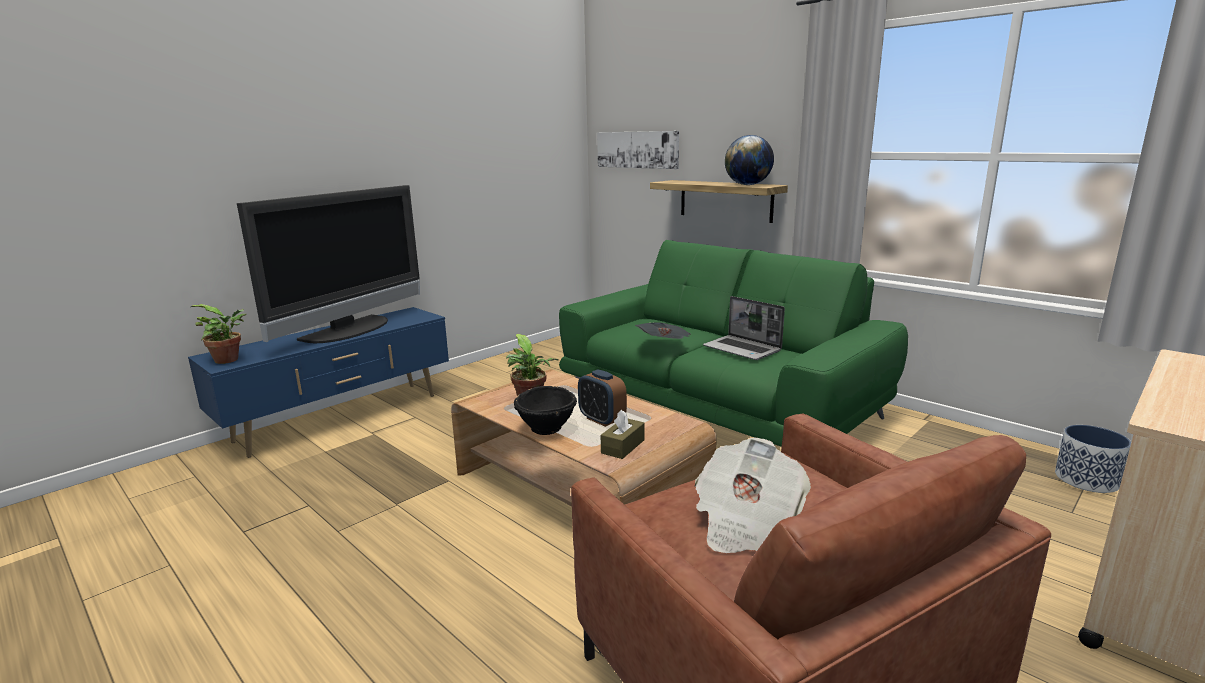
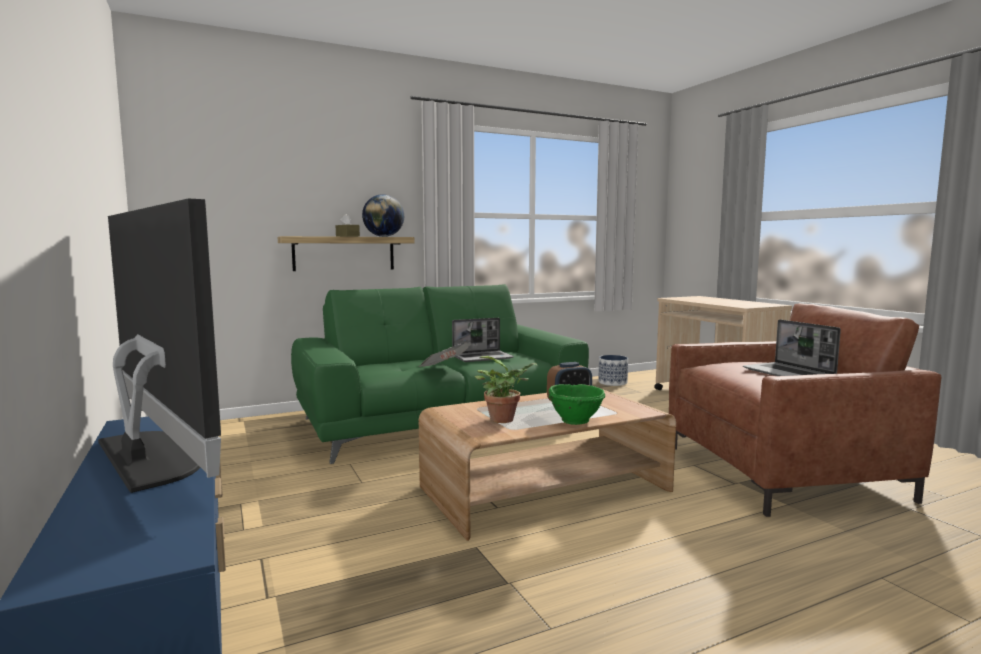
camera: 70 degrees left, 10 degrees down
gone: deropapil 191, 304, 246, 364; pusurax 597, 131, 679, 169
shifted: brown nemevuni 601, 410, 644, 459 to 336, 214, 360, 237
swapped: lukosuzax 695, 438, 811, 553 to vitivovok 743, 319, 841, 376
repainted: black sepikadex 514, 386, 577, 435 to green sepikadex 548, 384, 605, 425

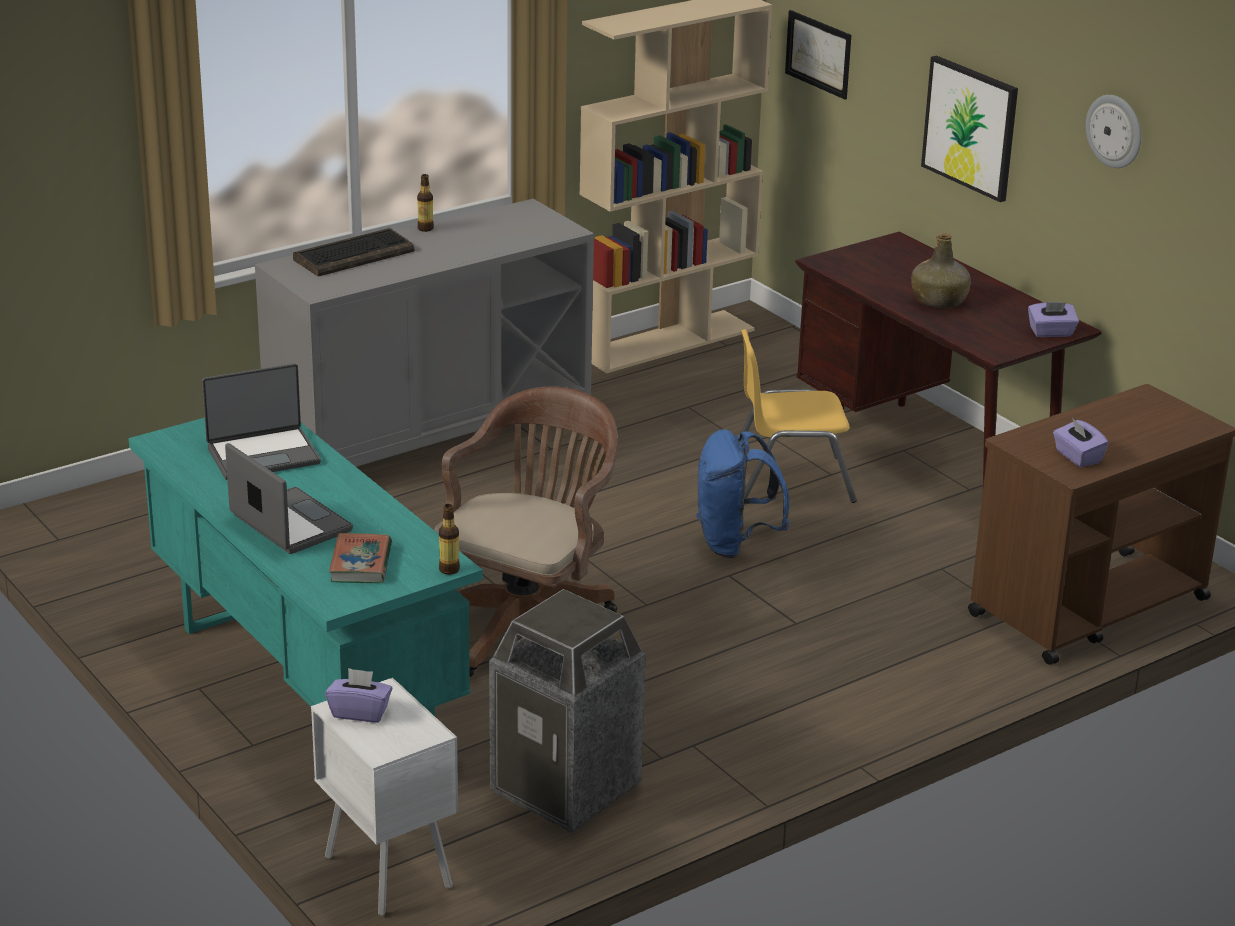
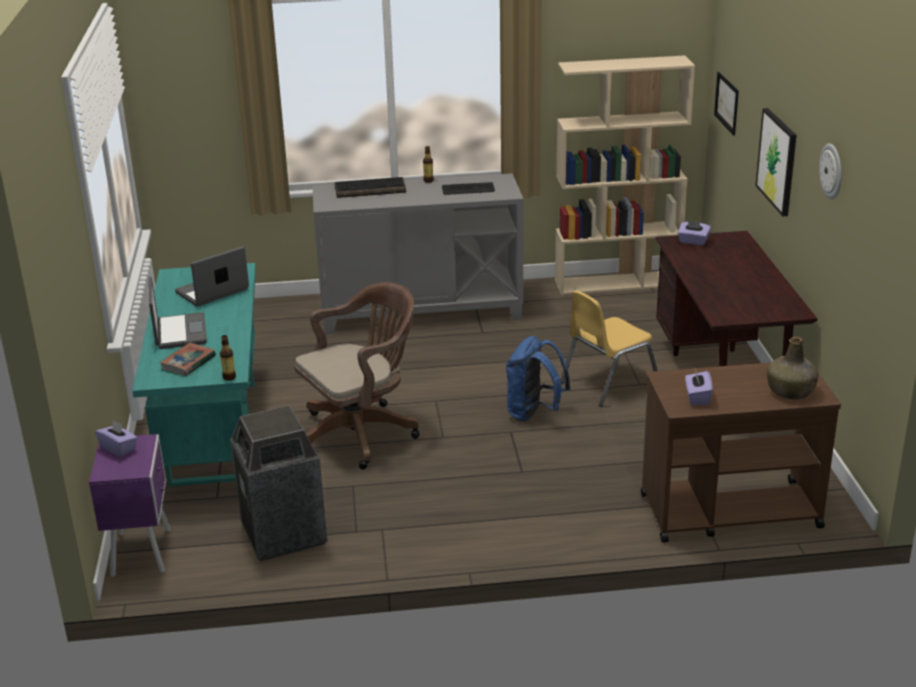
camera: 30 degrees right, 0 degrees up
new: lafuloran 442, 182, 495, 195
shifted: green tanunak 911, 233, 971, 308 to 767, 337, 818, 400; purple nemevuni 1028, 302, 1079, 337 to 678, 221, 711, 245
repainted: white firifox 311, 678, 458, 916 to purple firifox 89, 434, 171, 577
rotated: vitivovok 202, 363, 321, 480 = 175, 246, 249, 307 135 degrees clockwise; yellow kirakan 741, 329, 857, 503 = 561, 290, 658, 407 60 degrees counterclockwise

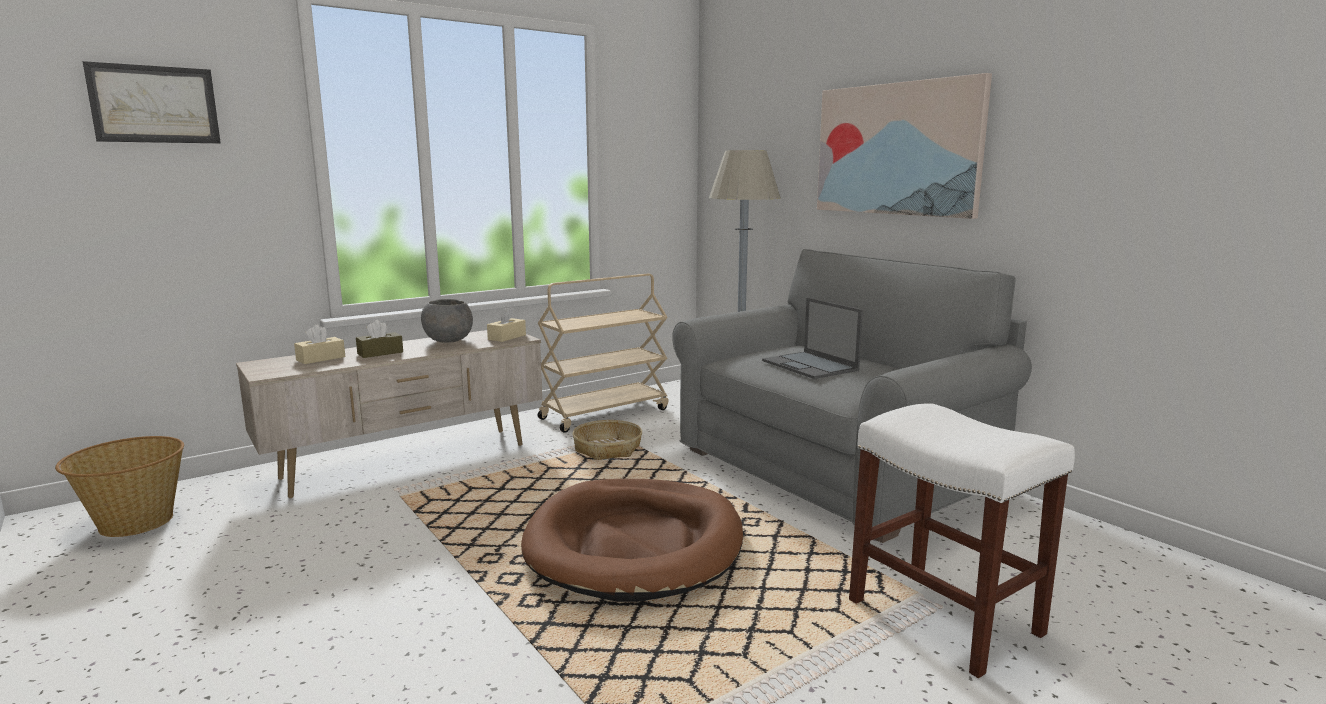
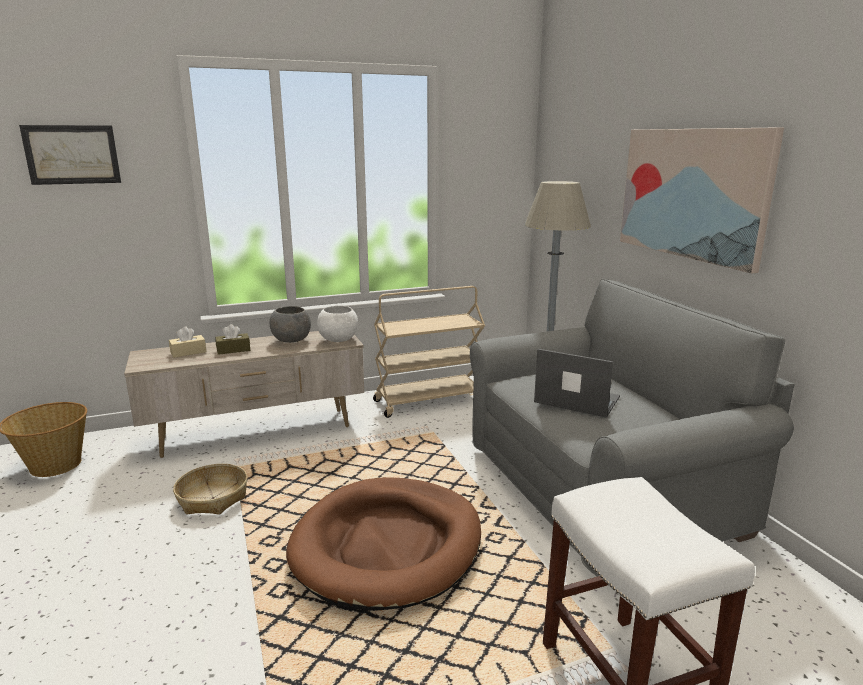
camera: 15 degrees right, 5 degrees up
shifted: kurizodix 572, 420, 642, 460 to 173, 464, 247, 515
swapped: beige nemevuni 487, 307, 526, 342 to white sepikadex 317, 305, 358, 342
rotated: vitivovok 762, 298, 863, 379 = 534, 349, 620, 418 135 degrees clockwise

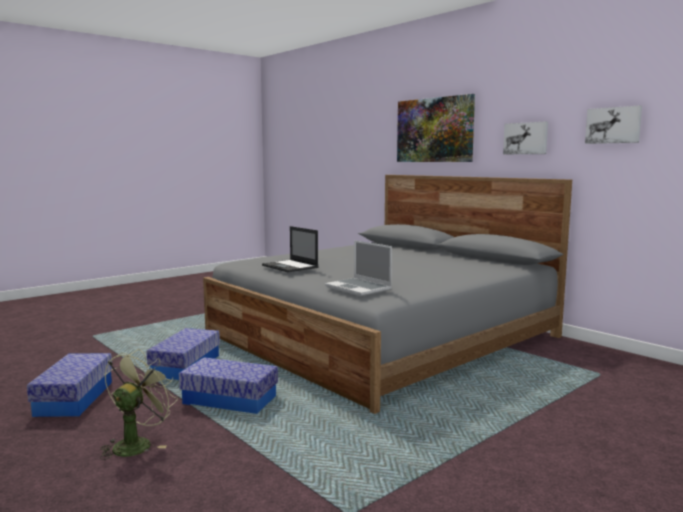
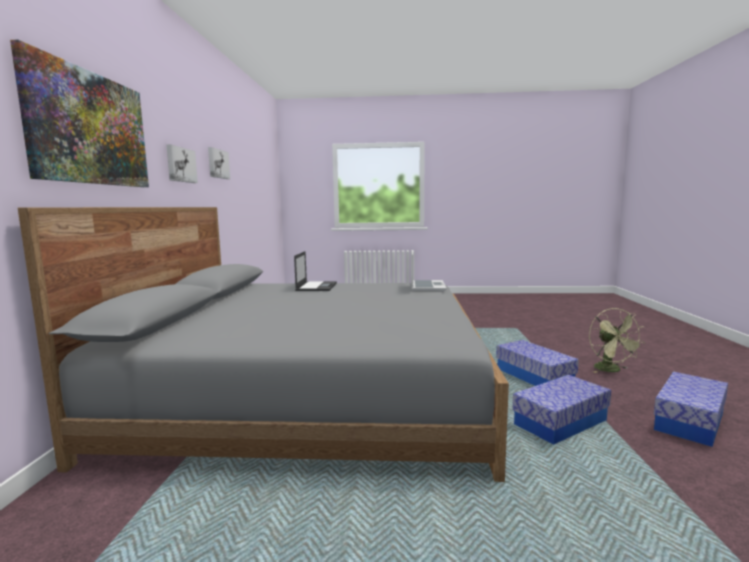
camera: 135 degrees left, 0 degrees up
shifted: vitivovok 262, 226, 319, 273 to 294, 251, 337, 291
rotated: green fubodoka 100, 349, 178, 460 = 589, 308, 645, 373 75 degrees counterclockwise

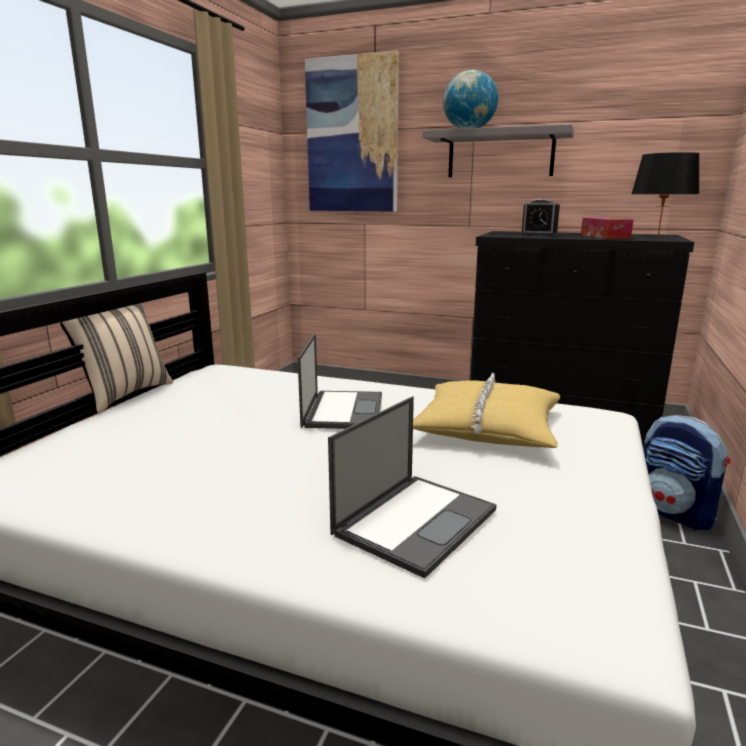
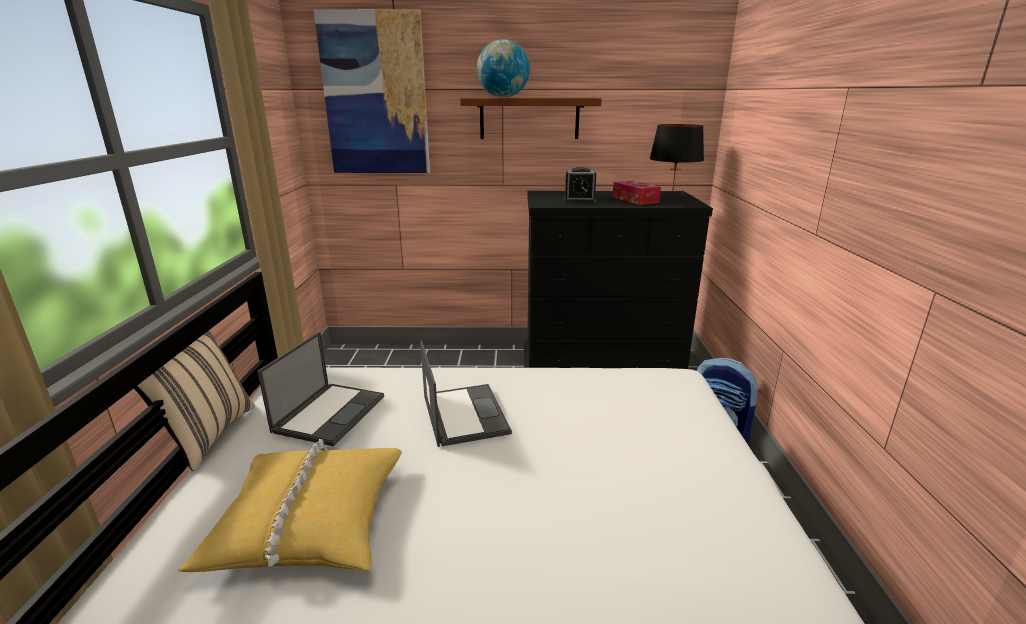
camera: 20 degrees left, 5 degrees up
shifted: vitivovok 328, 396, 497, 579 to 257, 331, 384, 447; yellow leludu 413, 373, 560, 448 to 179, 439, 402, 572
repainted: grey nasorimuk 422, 124, 574, 177 to brown nasorimuk 460, 98, 602, 139

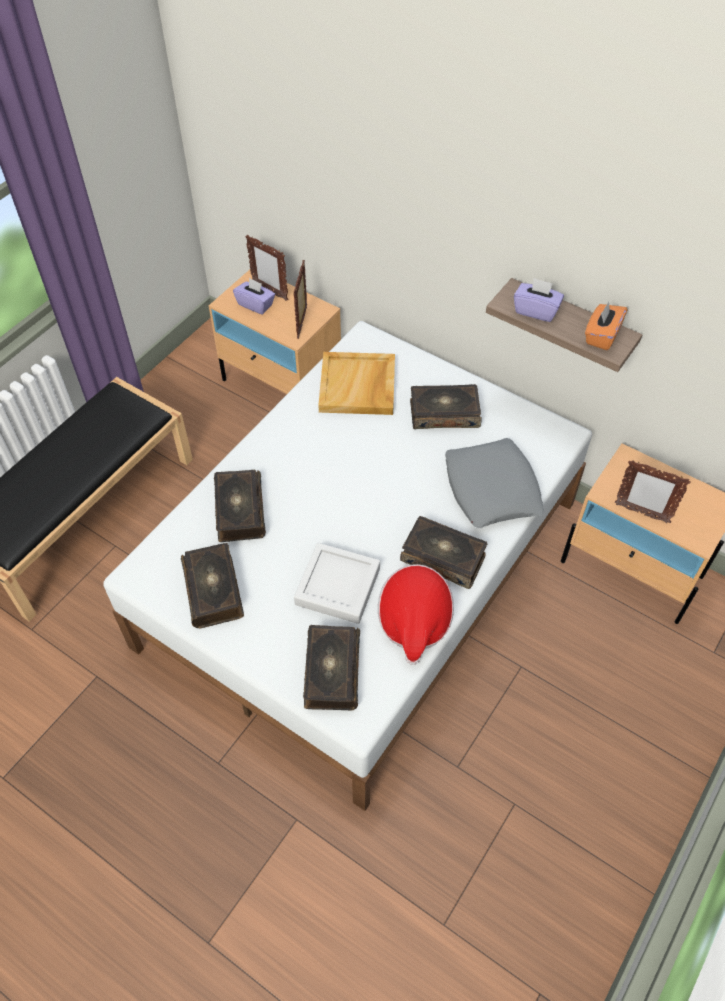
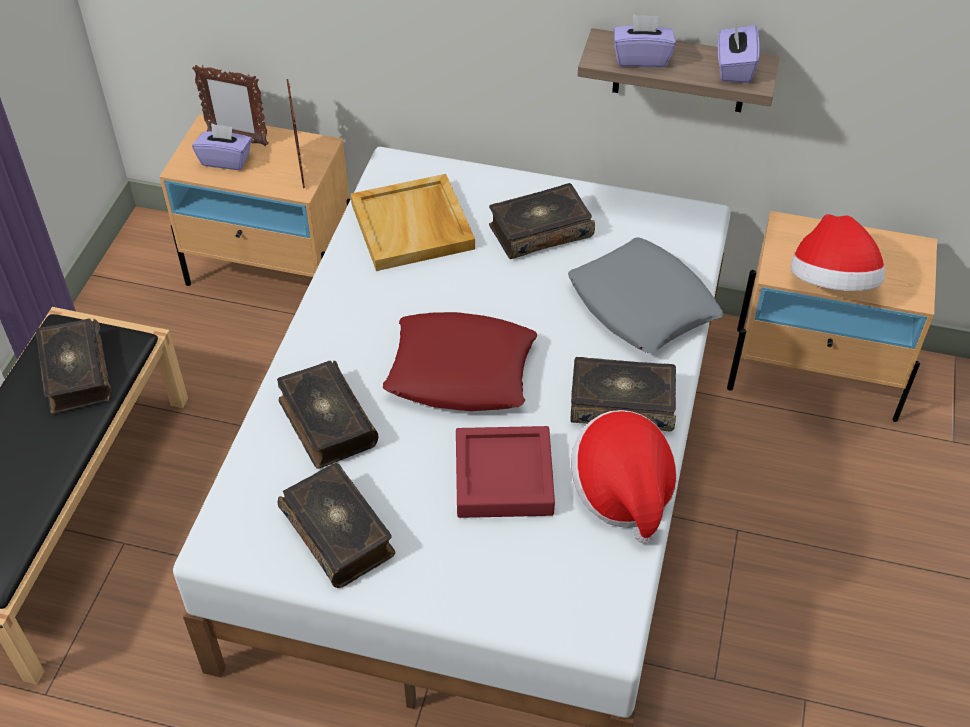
camera: 20 degrees left, 5 degrees down
new: red leludu 383, 312, 537, 411
shifted: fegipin 303, 625, 360, 710 to 36, 319, 112, 414
swapped: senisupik 615, 460, 691, 523 to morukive 791, 214, 885, 291
repainted: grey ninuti 294, 543, 380, 624 to red ninuti 456, 426, 555, 518; orange nemevuni 585, 302, 627, 350 to purple nemevuni 718, 23, 760, 83

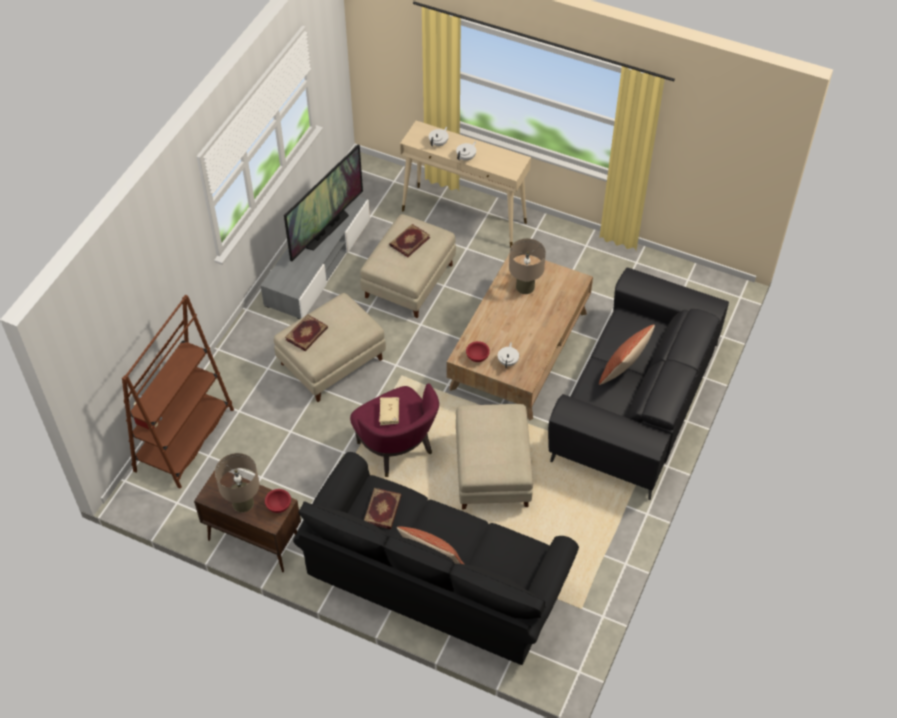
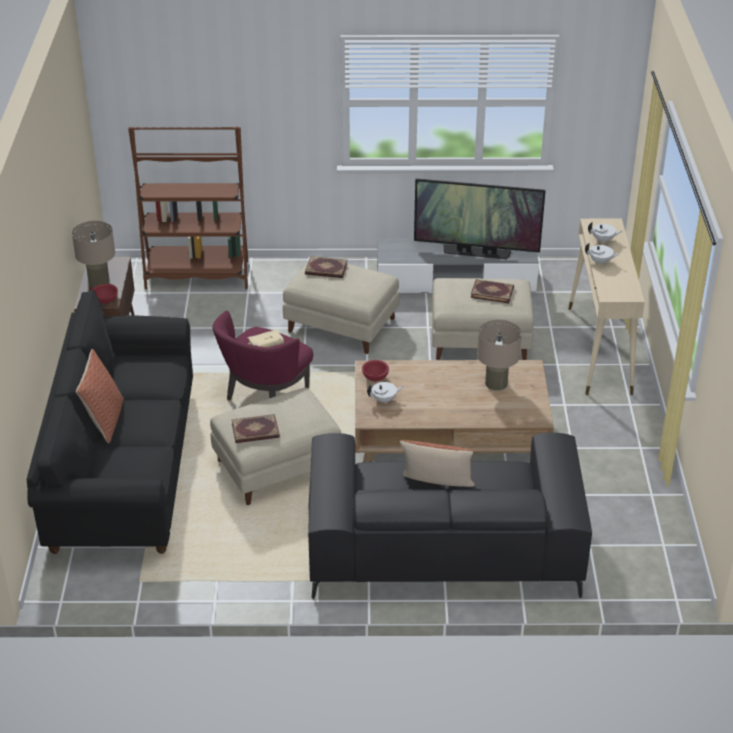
camera: 65 degrees right, 15 degrees down
shifted: fegipin 364, 488, 402, 529 to 232, 414, 280, 443

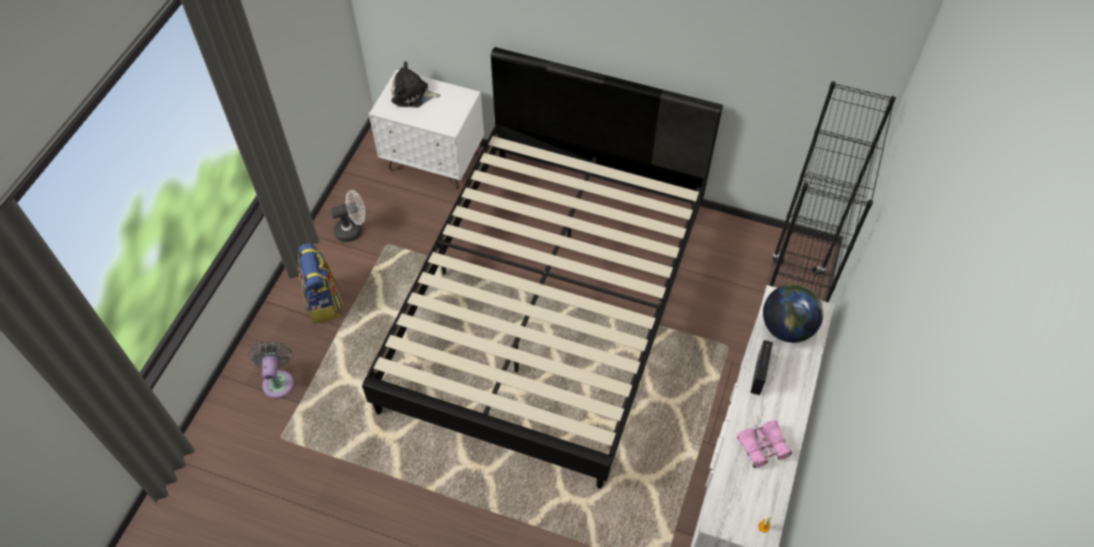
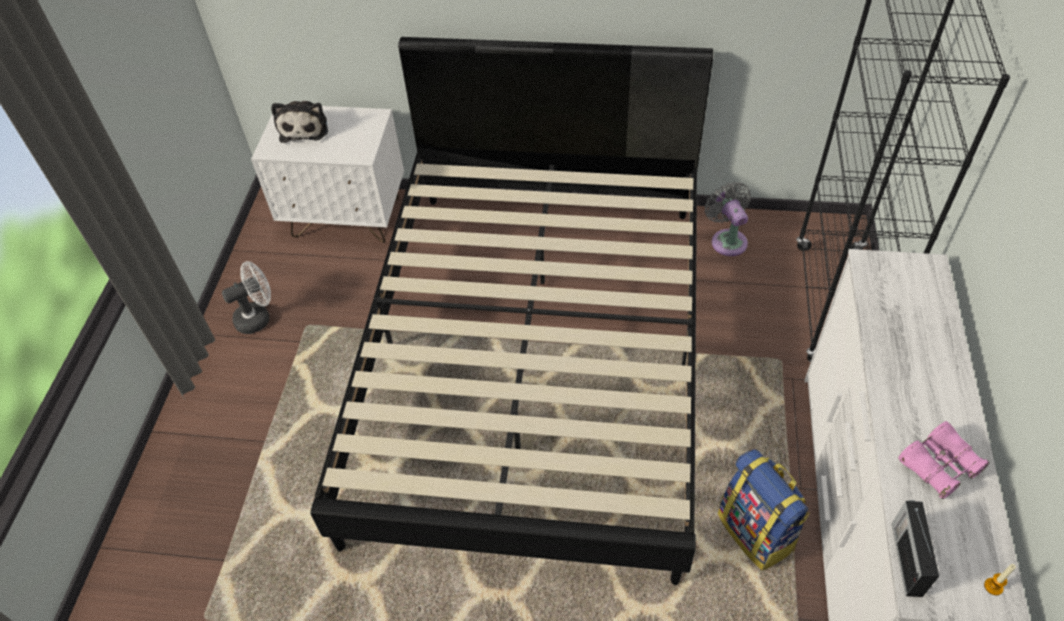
camera: 10 degrees left, 5 degrees down
gone: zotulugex 763, 284, 823, 343
shifted: grey fubodoka 248, 341, 294, 399 to 705, 182, 751, 256; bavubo 298, 243, 343, 324 to 718, 449, 810, 570; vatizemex 750, 340, 773, 395 to 892, 500, 939, 597
rotated: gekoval 391, 61, 441, 108 = 271, 101, 328, 143 90 degrees counterclockwise

